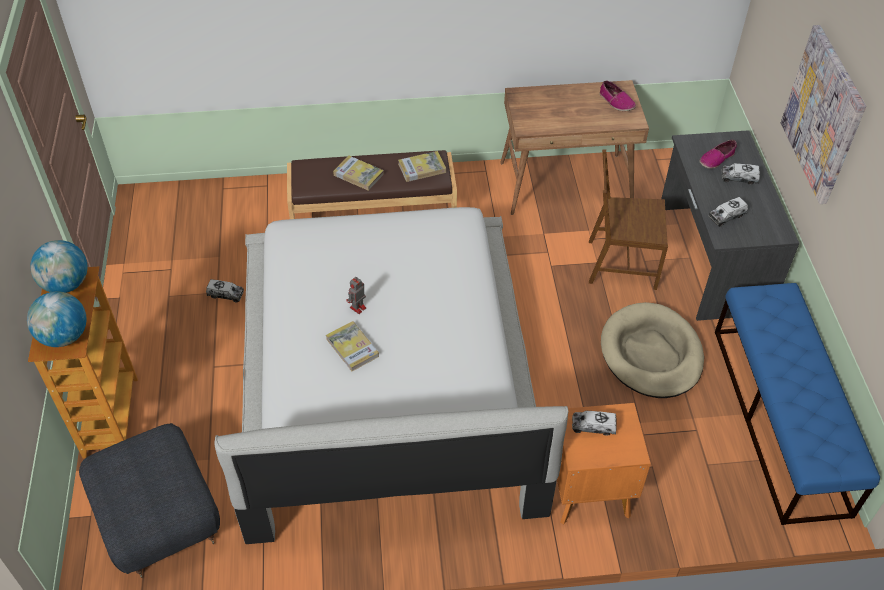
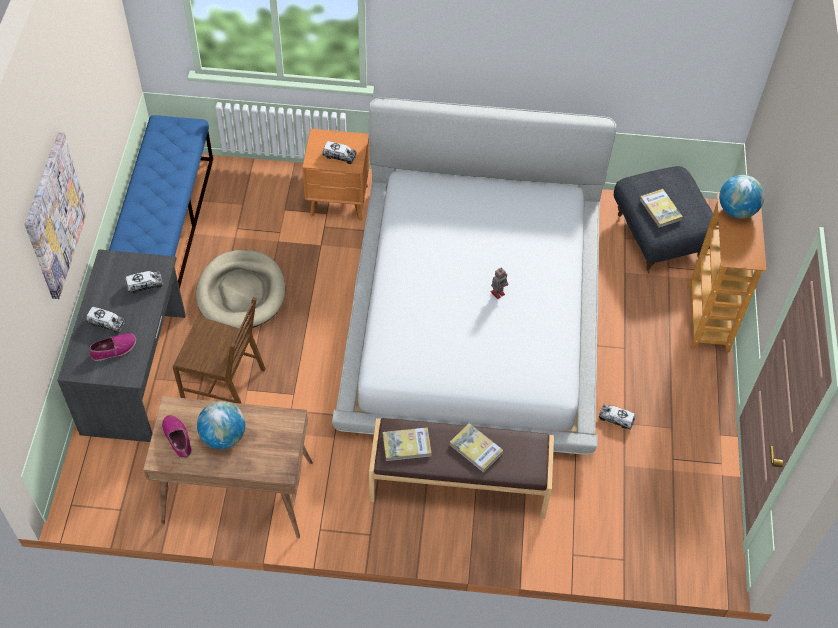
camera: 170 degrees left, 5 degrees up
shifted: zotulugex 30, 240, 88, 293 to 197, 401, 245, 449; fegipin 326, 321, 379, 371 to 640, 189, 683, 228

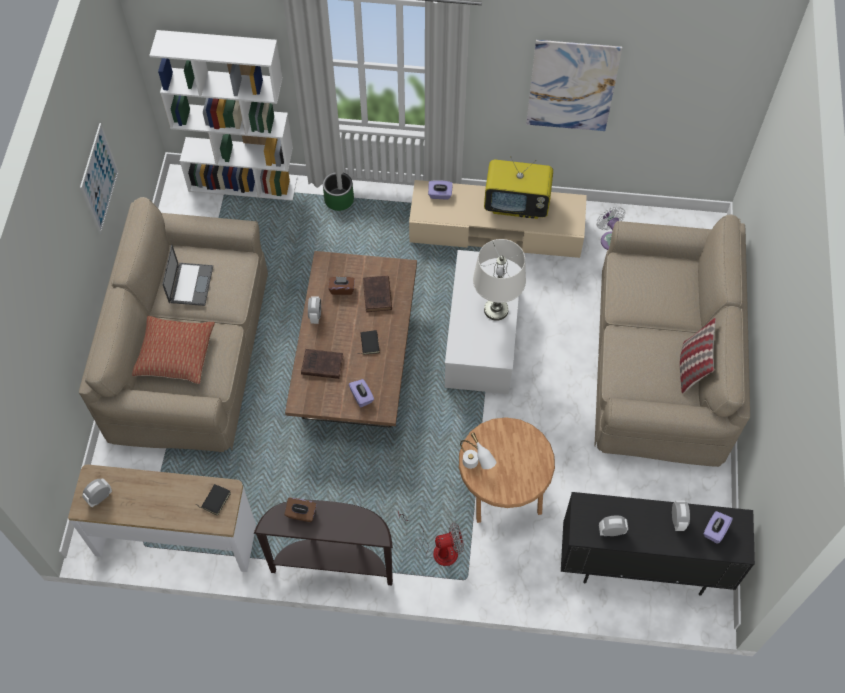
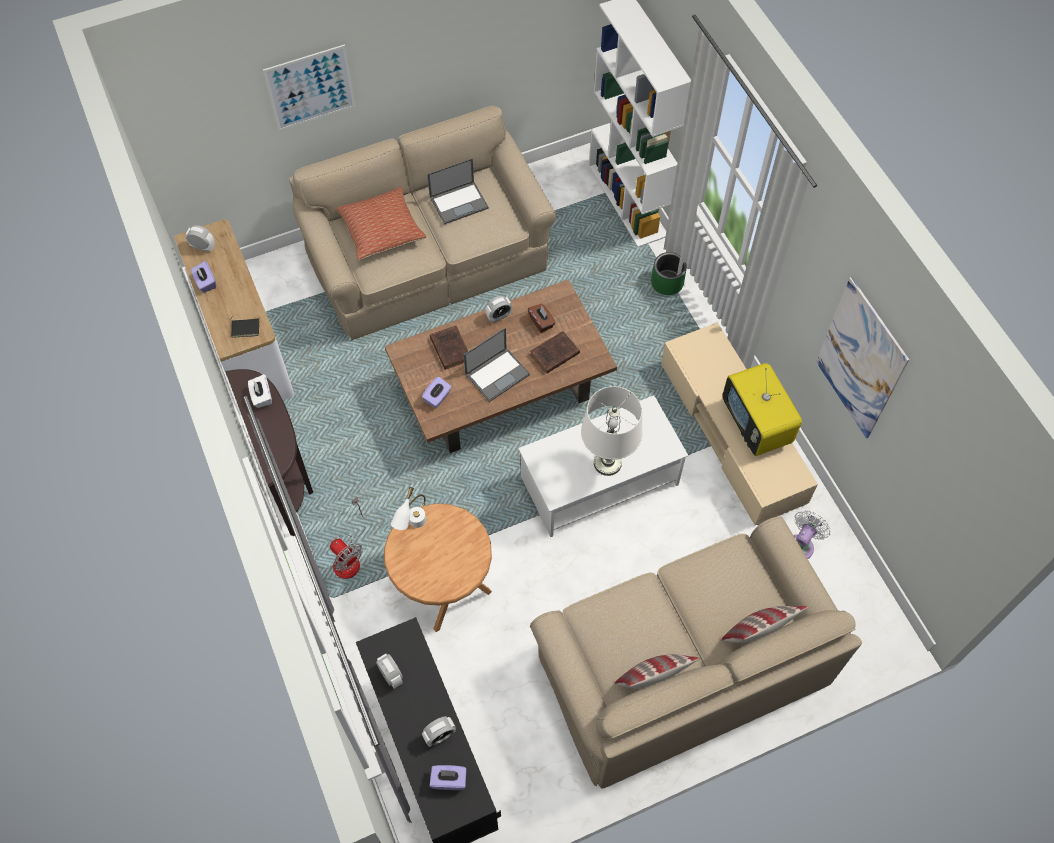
camera: 60 degrees right, 0 degrees up
new: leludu 721, 606, 808, 643
shifted: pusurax 80, 123, 119, 234 to 263, 44, 356, 131; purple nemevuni 428, 180, 453, 199 to 191, 261, 216, 293
swapped: black fegipin 358, 330, 379, 355 to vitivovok 464, 328, 530, 402
repainted: brown nemevuni 284, 498, 317, 522 to white nemevuni 248, 374, 272, 408

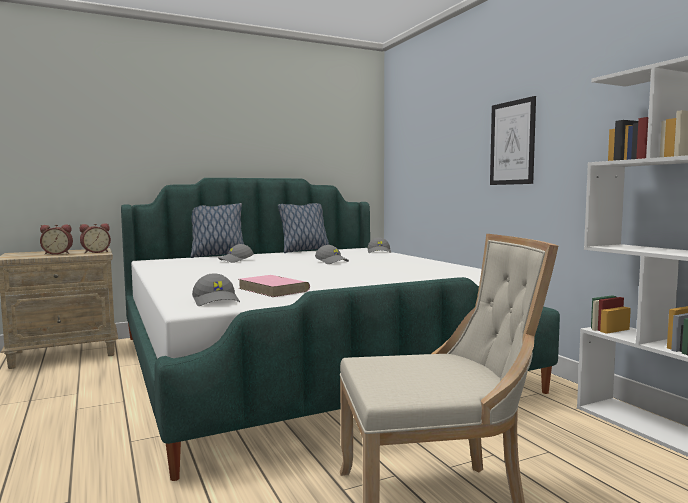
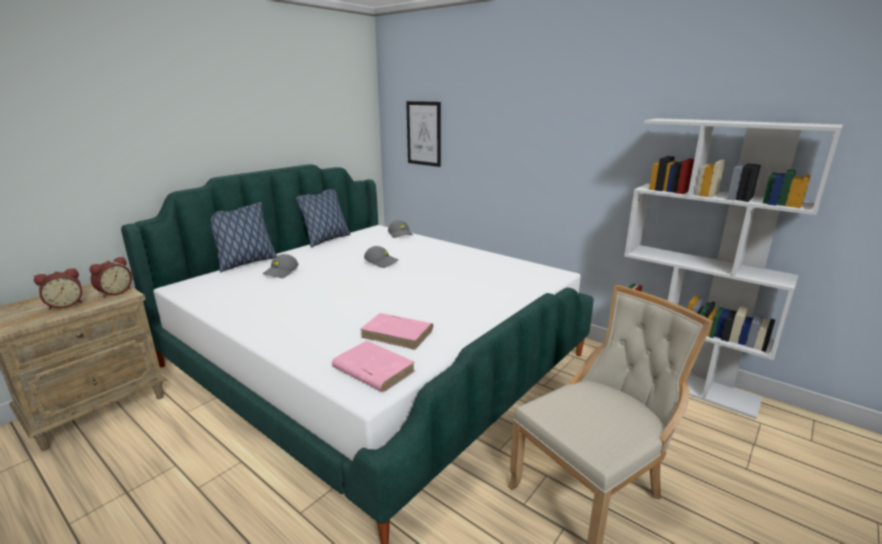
camera: 25 degrees left, 15 degrees up
shifted: pusurax 490, 96, 536, 185 to 406, 101, 441, 167
swapped: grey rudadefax 192, 274, 240, 306 to pink fegipin 332, 341, 415, 392

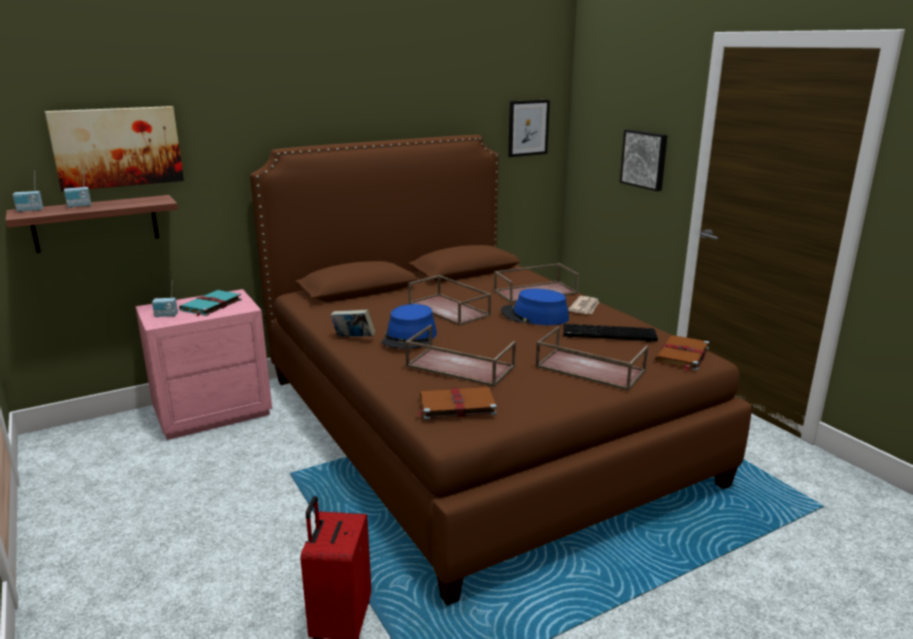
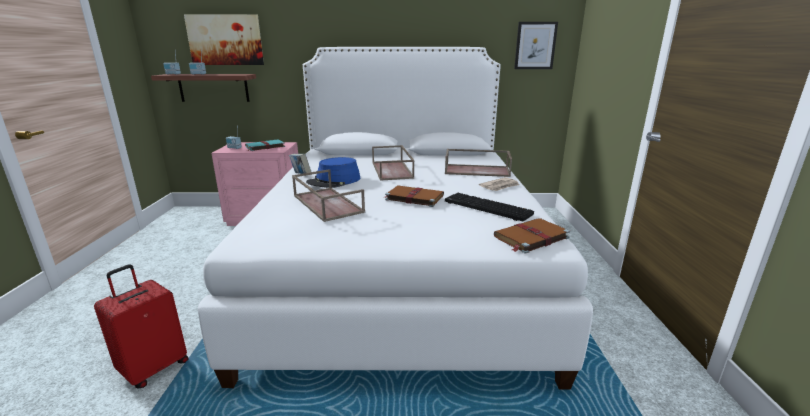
camera: 30 degrees right, 0 degrees up
gone: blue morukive 501, 289, 569, 325; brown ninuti 535, 326, 648, 391; pusurax 620, 129, 668, 191
shifted: brown fegipin 417, 387, 497, 420 to 384, 185, 444, 207
repainted: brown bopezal 250, 135, 751, 605 to white bopezal 198, 47, 593, 389

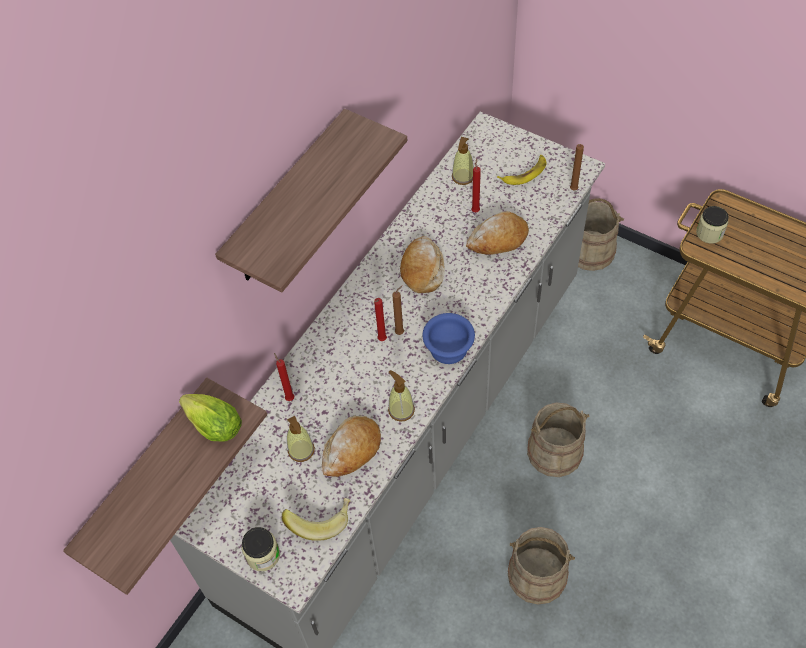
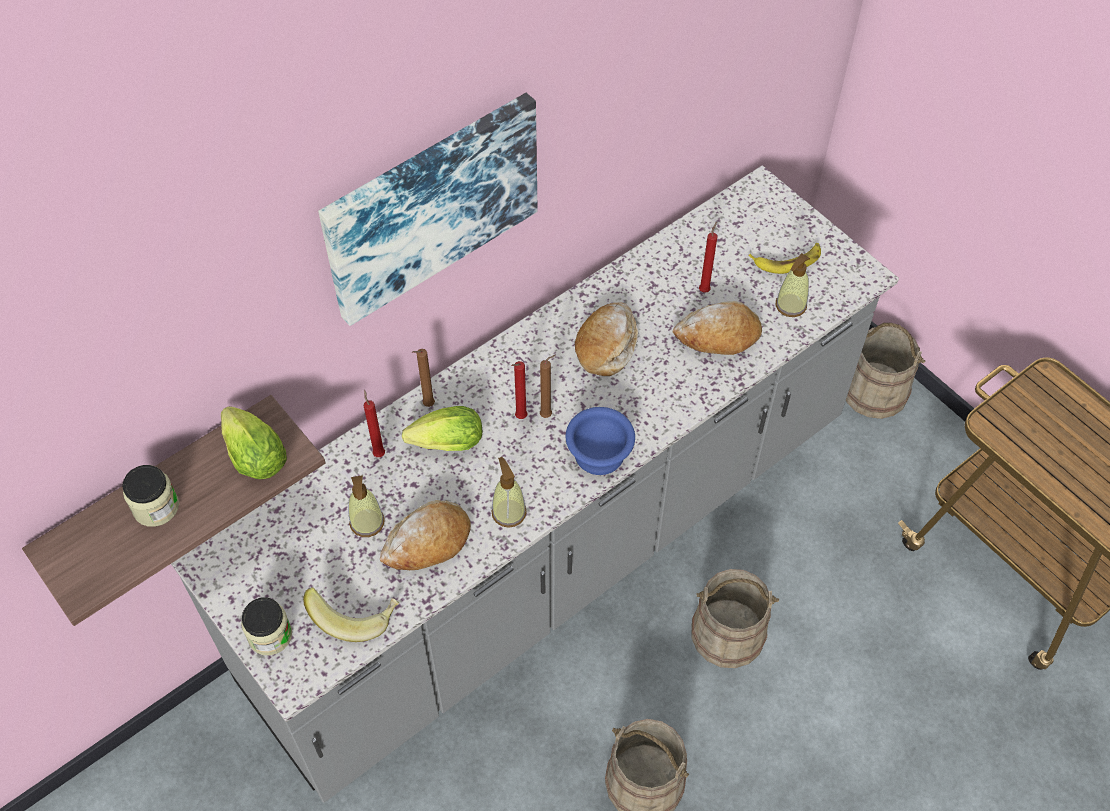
camera: 15 degrees right, 0 degrees up
new: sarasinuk 402, 406, 482, 451
shifted: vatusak 452, 137, 474, 185 to 776, 253, 810, 317; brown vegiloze 570, 144, 584, 190 to 412, 349, 435, 407; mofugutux 696, 206, 729, 243 to 122, 465, 179, 527
swapped: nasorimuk 215, 109, 407, 293 to pusurax 318, 93, 537, 326

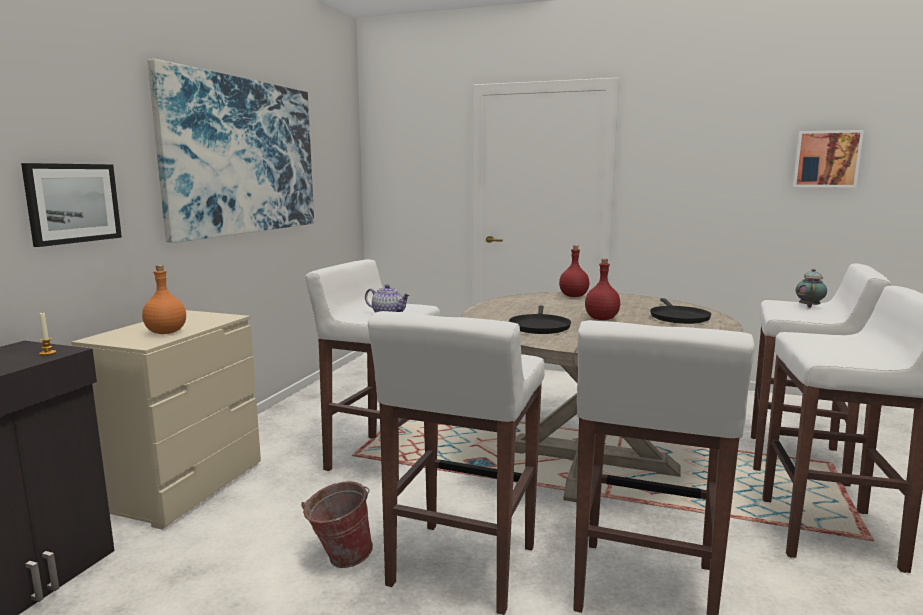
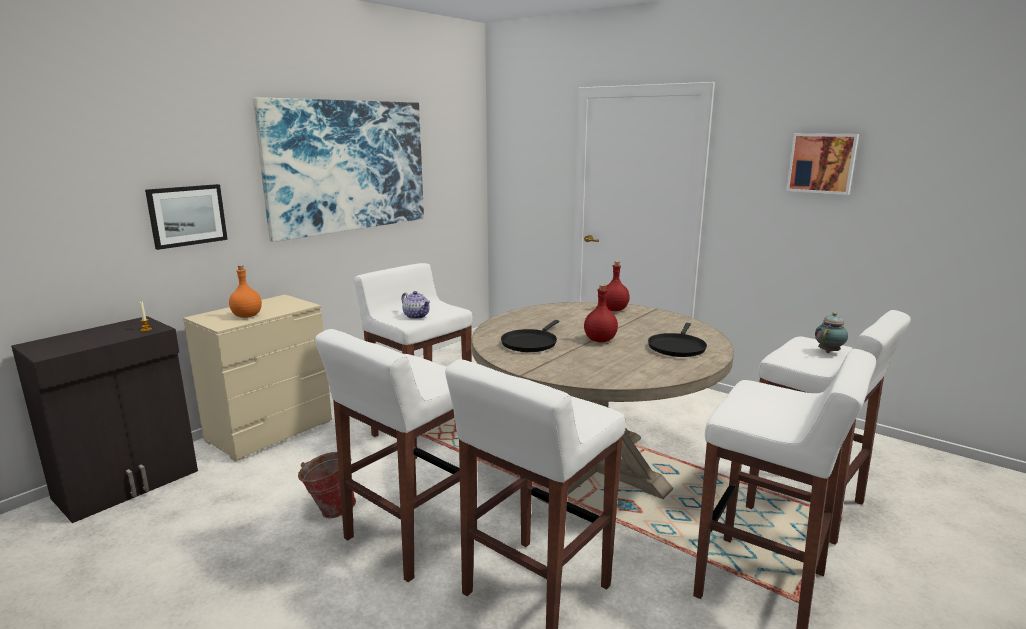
camera: 20 degrees right, 5 degrees up
shifted: pusurax 792, 130, 864, 188 to 786, 133, 859, 195

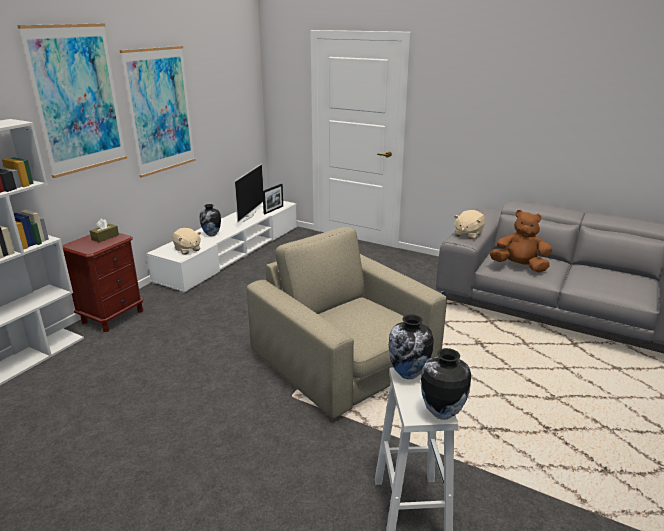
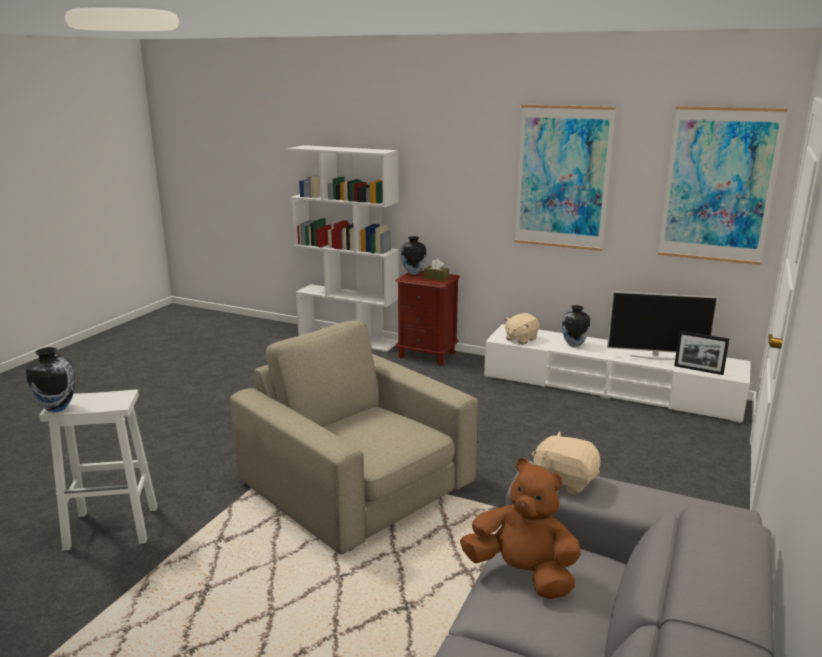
camera: 85 degrees right, 5 degrees down
shifted: pusurax 17, 23, 127, 178 to 658, 106, 788, 265; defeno 389, 314, 433, 379 to 401, 236, 426, 275
rotated: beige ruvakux 247, 227, 447, 419 = 230, 320, 478, 554 90 degrees counterclockwise; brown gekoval 490, 210, 552, 272 = 460, 458, 581, 599 75 degrees counterclockwise

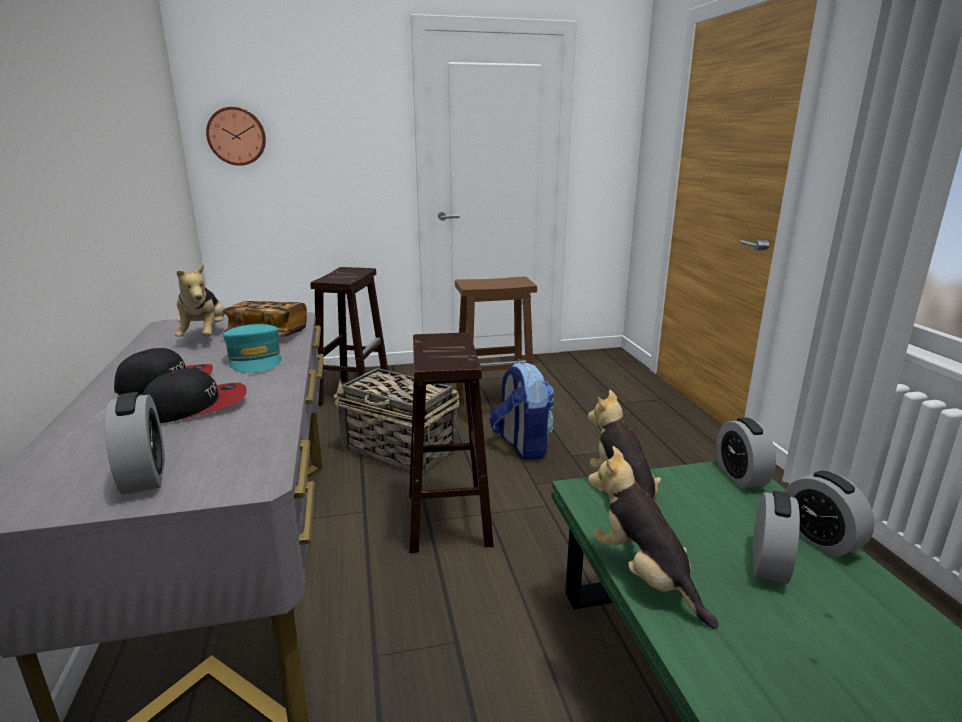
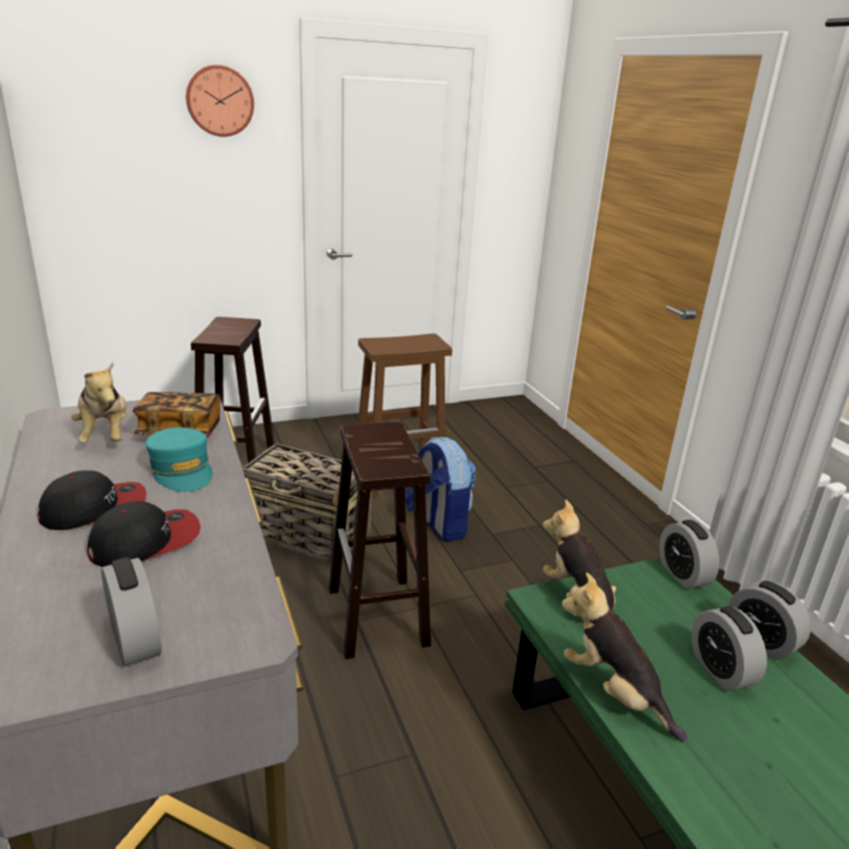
camera: 10 degrees left, 5 degrees up
shifted: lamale 206, 107, 266, 166 to 186, 65, 254, 137
rotated: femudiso 753, 491, 800, 584 = 691, 606, 767, 691 150 degrees clockwise

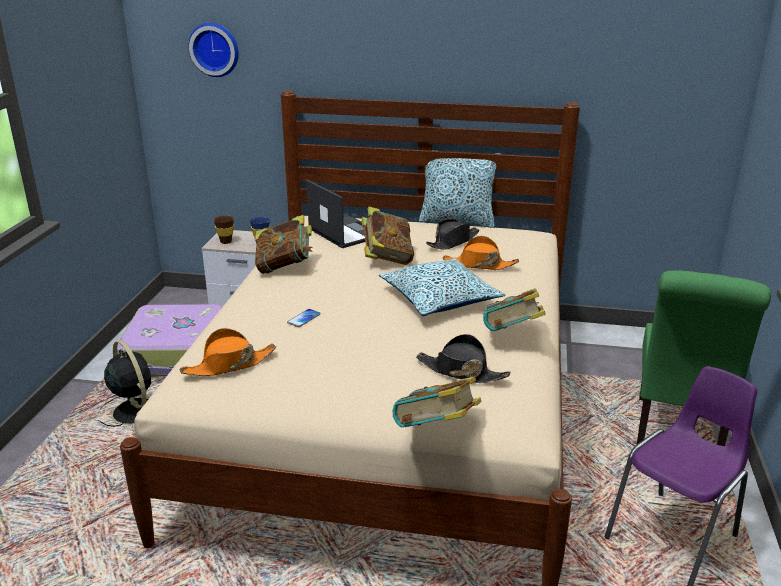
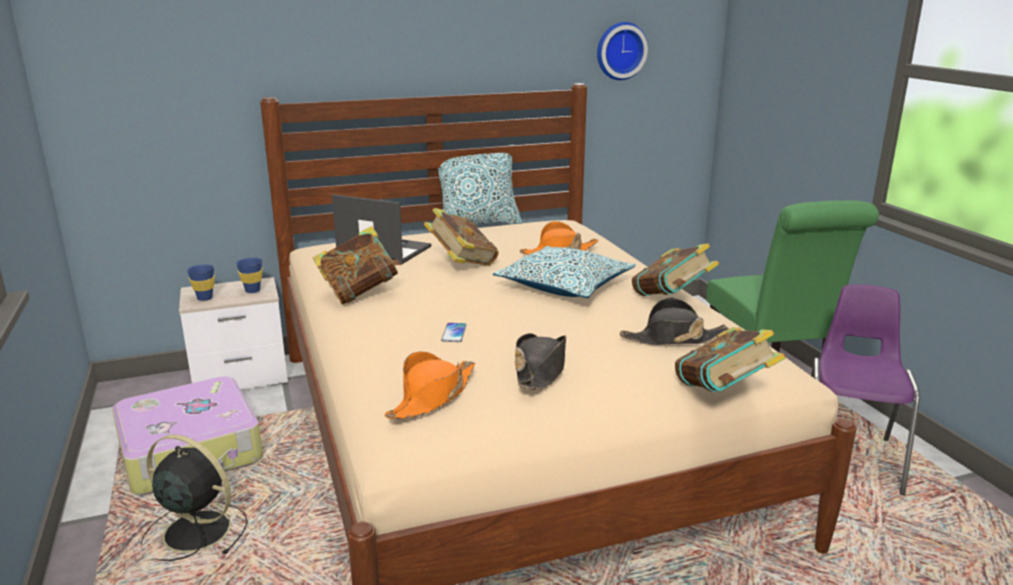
camera: 30 degrees left, 5 degrees down
shifted: lamale 189, 23, 239, 77 to 597, 22, 648, 80; black morukive 426, 219, 479, 249 to 515, 333, 566, 390
repainted: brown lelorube 213, 215, 234, 244 to blue lelorube 187, 264, 215, 301

